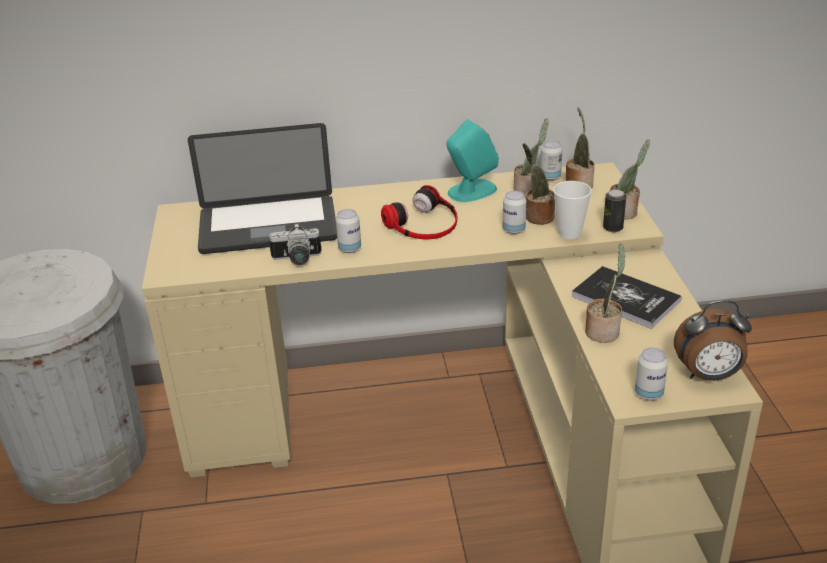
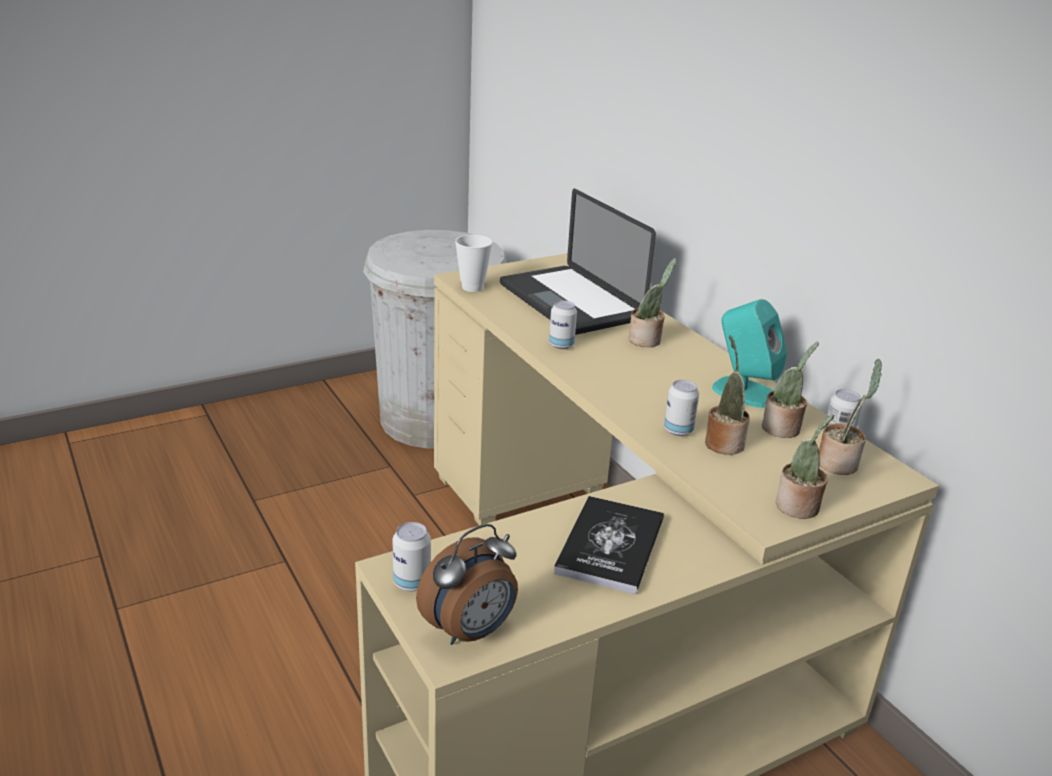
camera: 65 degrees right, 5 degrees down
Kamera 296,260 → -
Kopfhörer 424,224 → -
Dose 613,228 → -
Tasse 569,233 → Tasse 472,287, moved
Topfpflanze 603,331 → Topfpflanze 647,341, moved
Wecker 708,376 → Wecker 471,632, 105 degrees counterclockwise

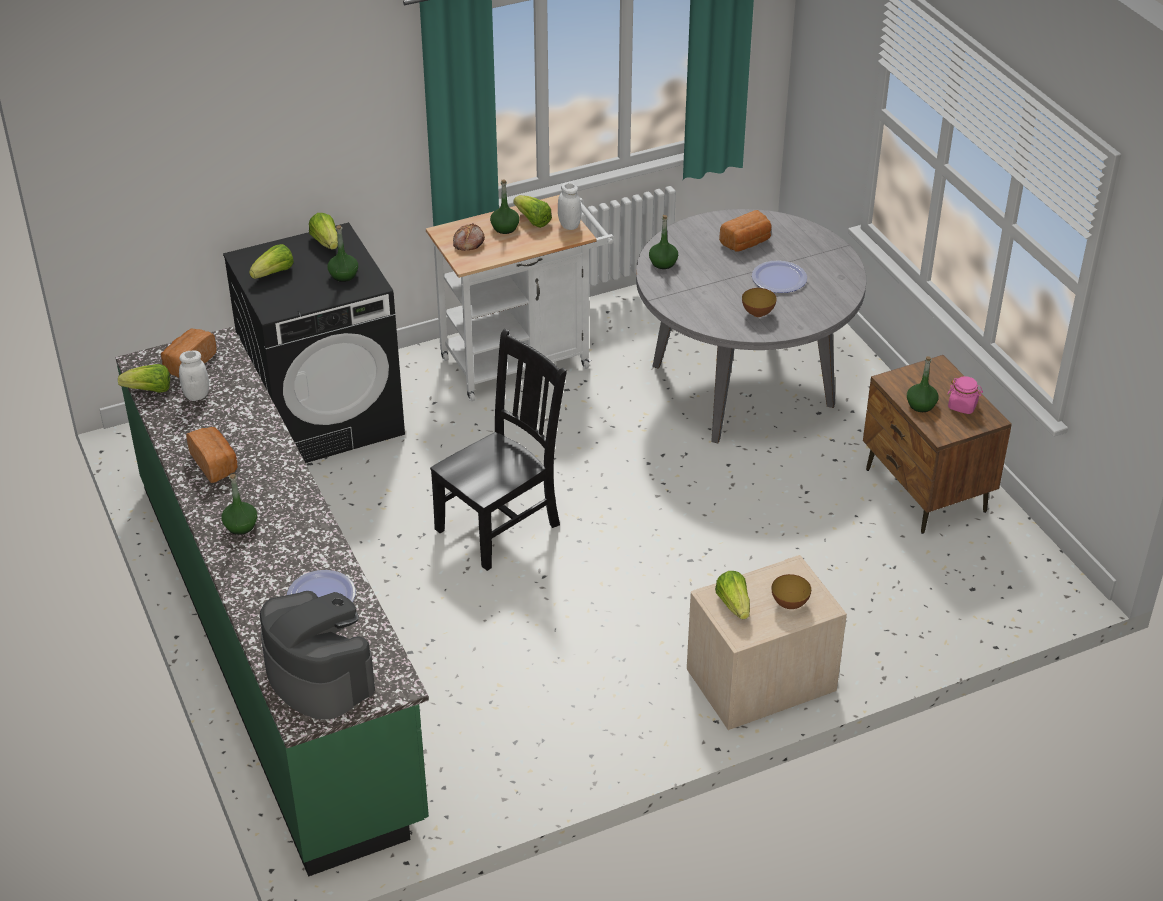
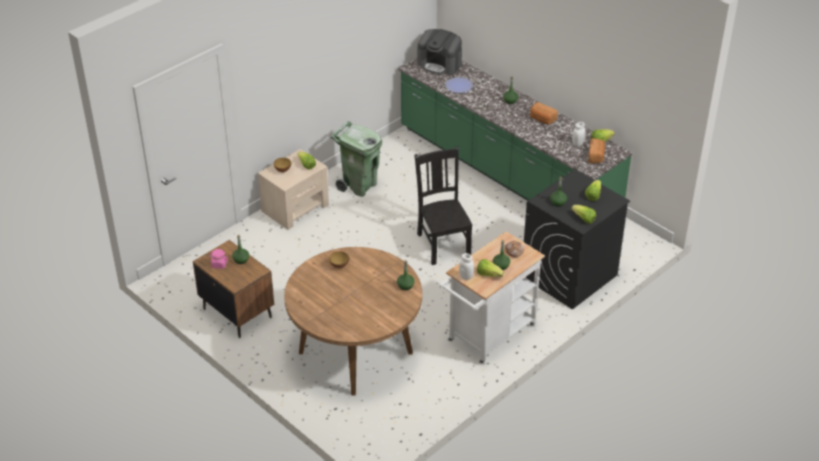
camera: 160 degrees right, 0 degrees up
Brot 746,243 → -
Teller 779,278 → -
- → Mülleimer (grün) 359,186
Esstisch (grau) 742,385 → Esstisch (braun) 355,352
Stuhl (schwarz) 501,525 → Stuhl (schwarz) 443,243, 135 degrees clockwise

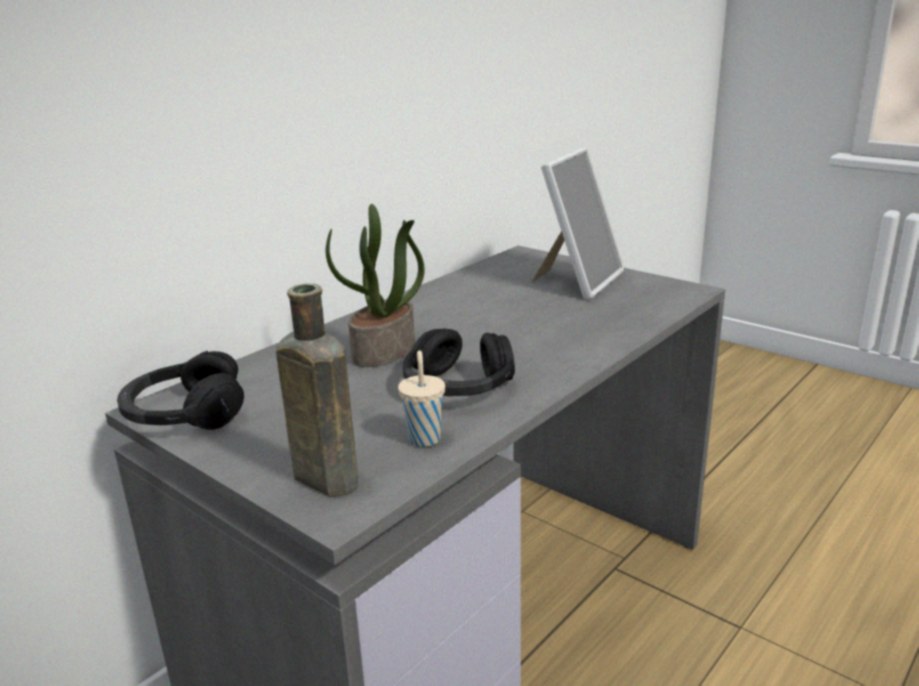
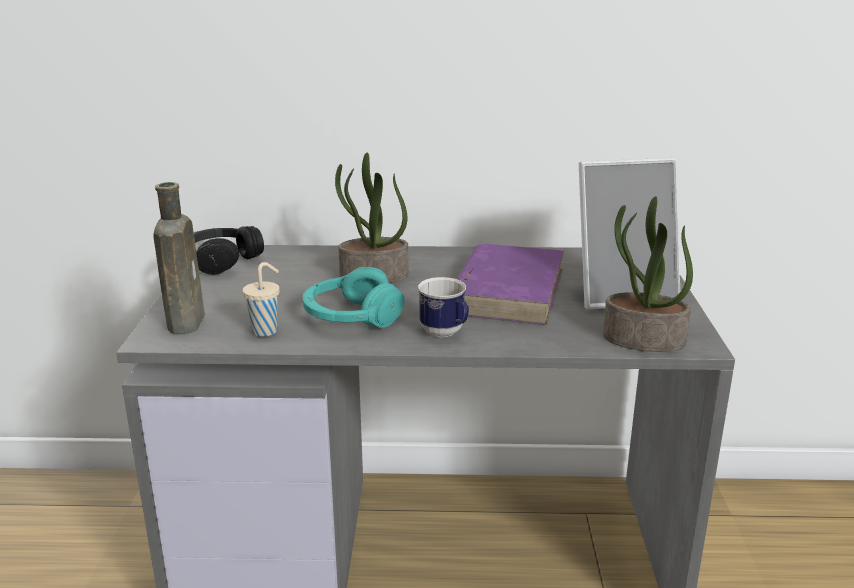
camera: 50 degrees right, 0 degrees up
- → Henkelbecher 446,333
- → Buch (lila) 507,290
- → Topfpflanze 642,340
Kopfhörer (schwarz) 458,387 → Kopfhörer (türkis) 351,316

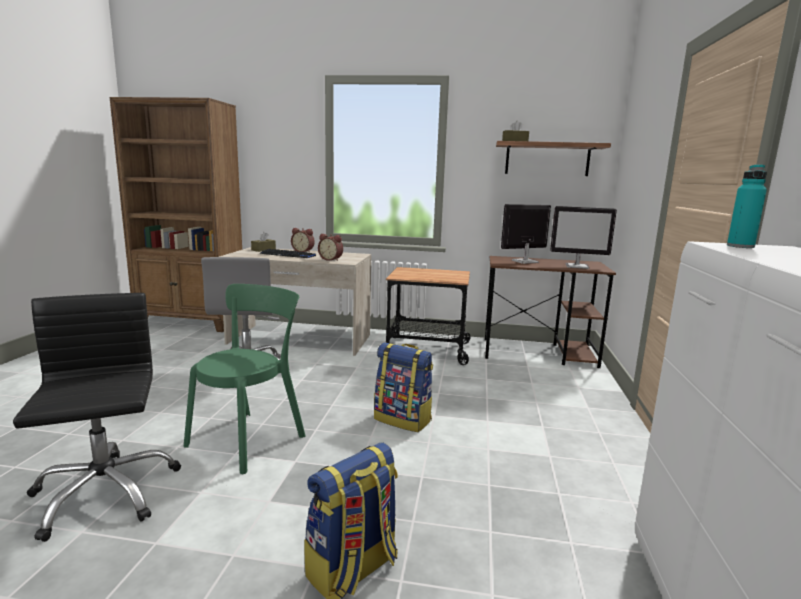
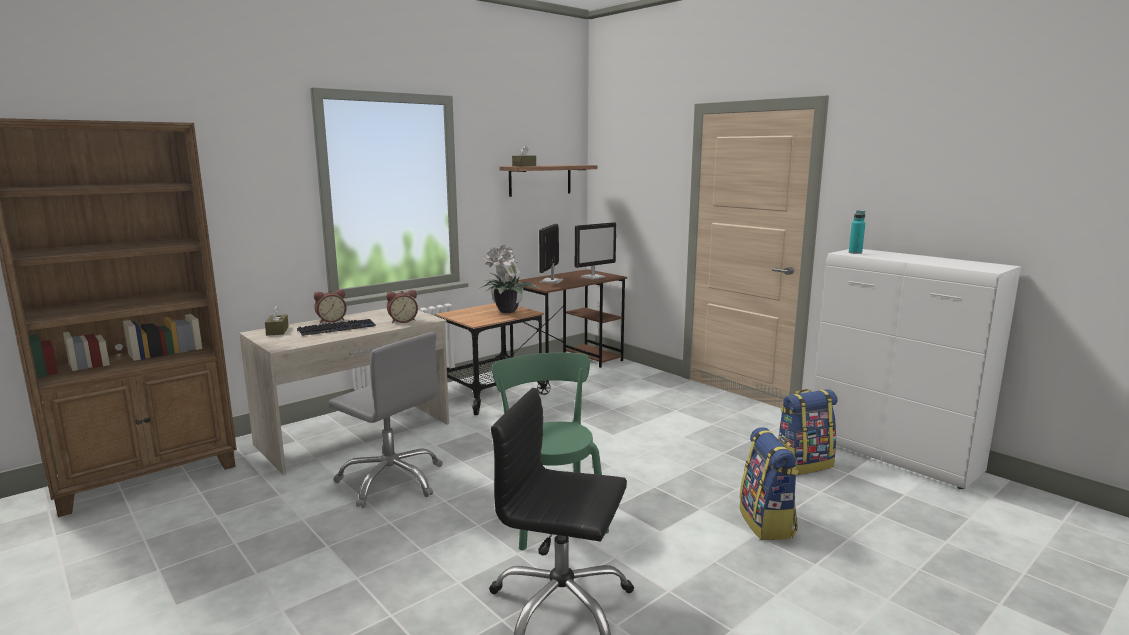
camera: 50 degrees left, 0 degrees up
- → Topfpflanze 507,312
Rucksack 403,419 → Rucksack 803,464, moved

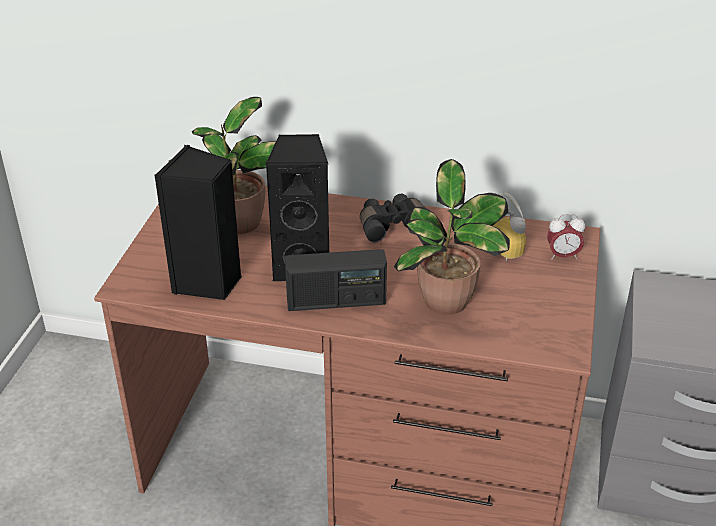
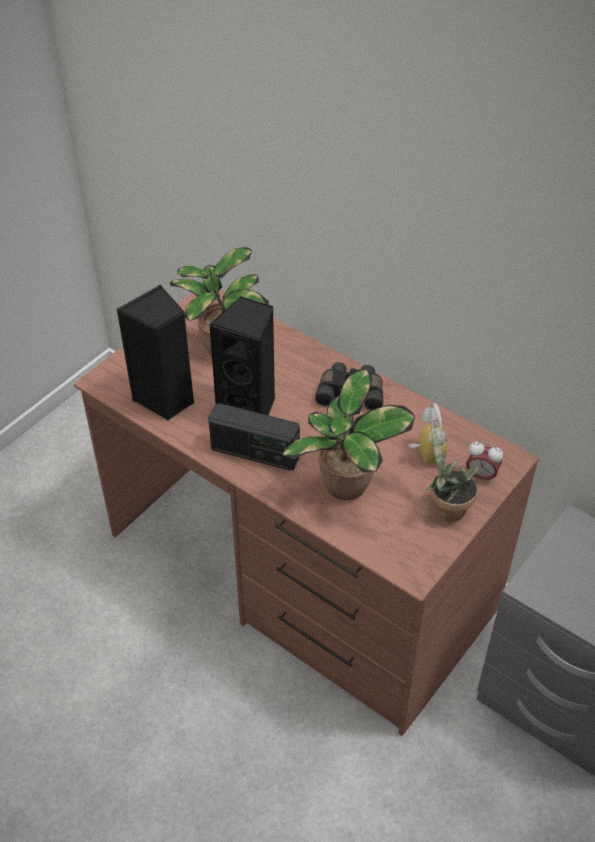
camera: 25 degrees right, 10 degrees up
- → Topfpflanze 446,508

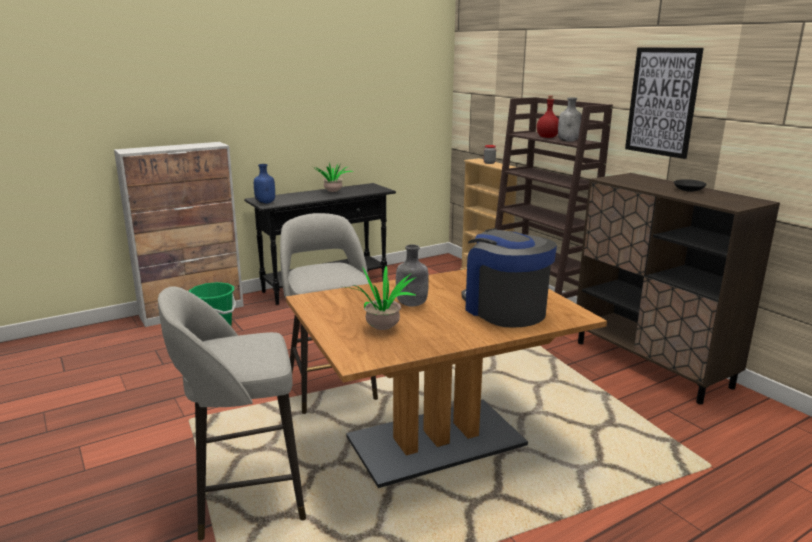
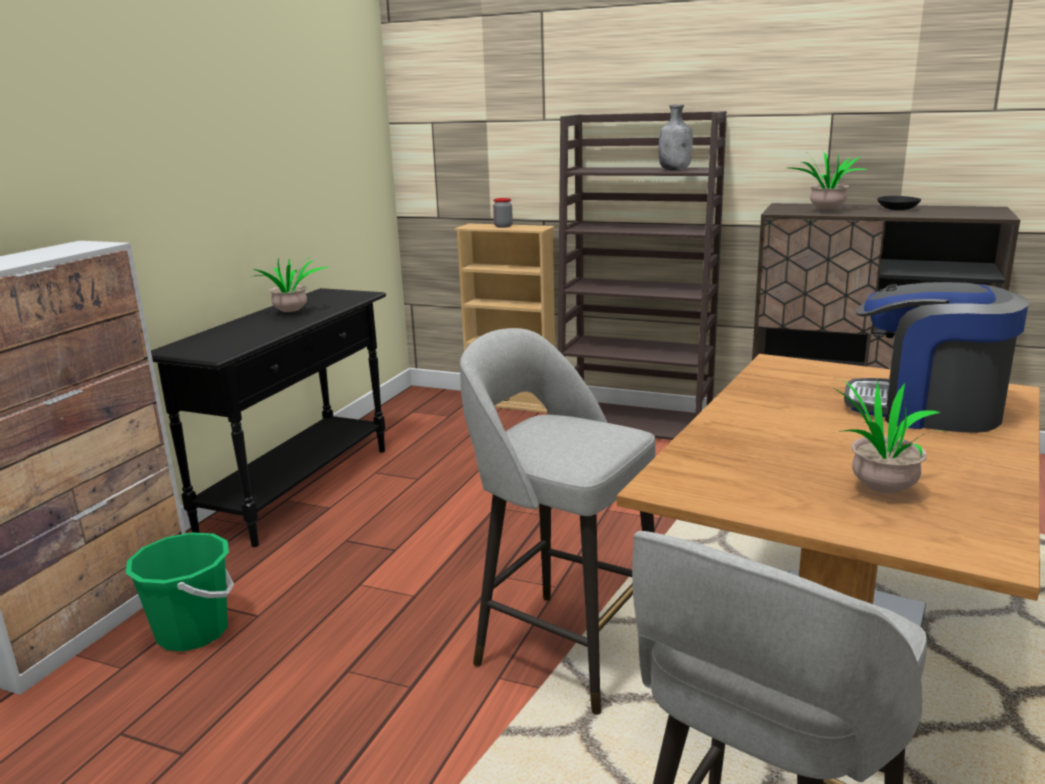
camera: 35 degrees left, 0 degrees up
Flasche (blau) 266,203 → -
Flasche (grau) 411,304 → -
Flasche (rot) 547,137 → -
Bild 662,102 → -
- → Topfpflanze 825,211

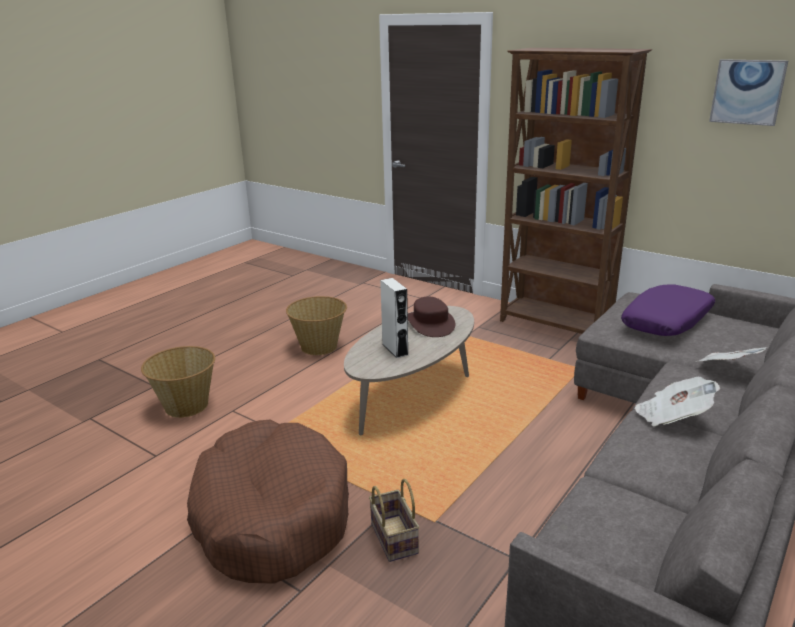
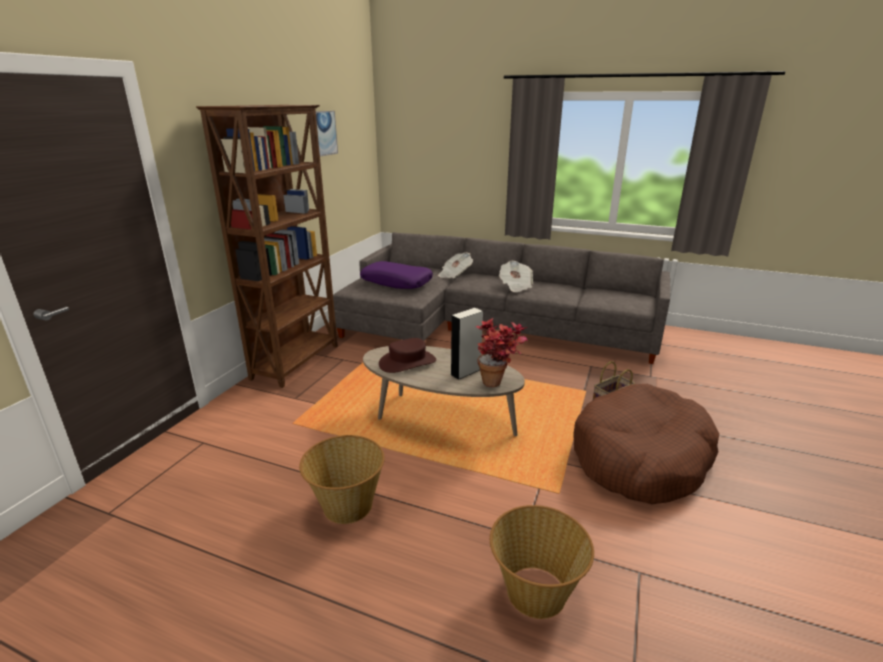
camera: 105 degrees left, 0 degrees up
- → Topfpflanze 498,383

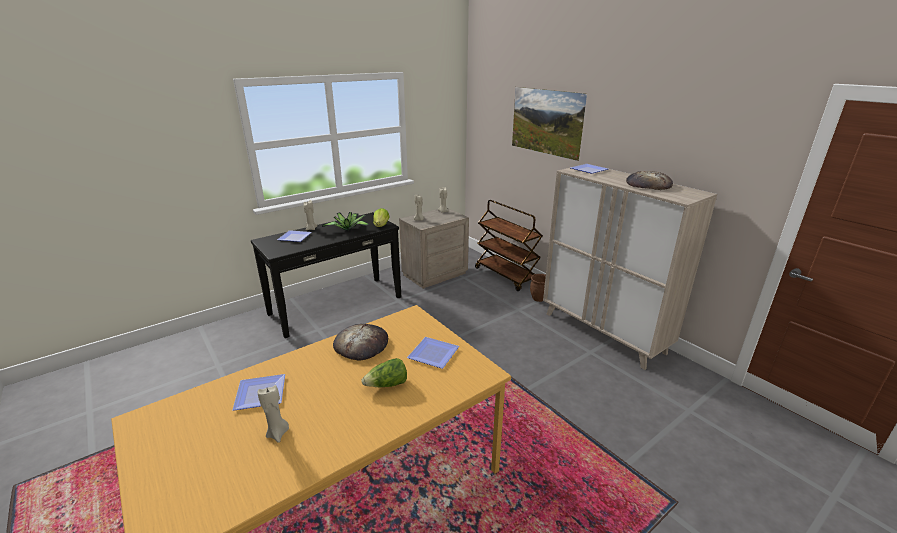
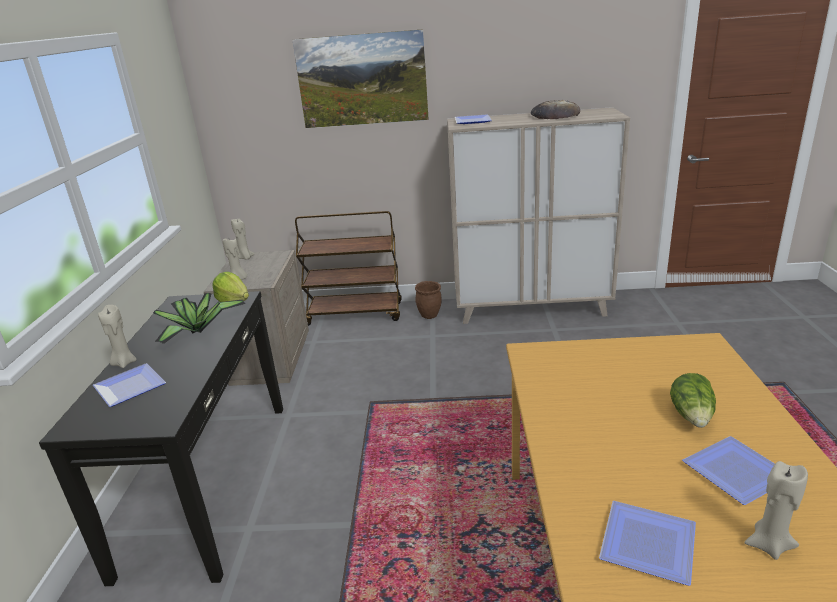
camera: 50 degrees left, 0 degrees up
Brot 361,344 → -
Teller 433,353 → Teller 732,472, moved

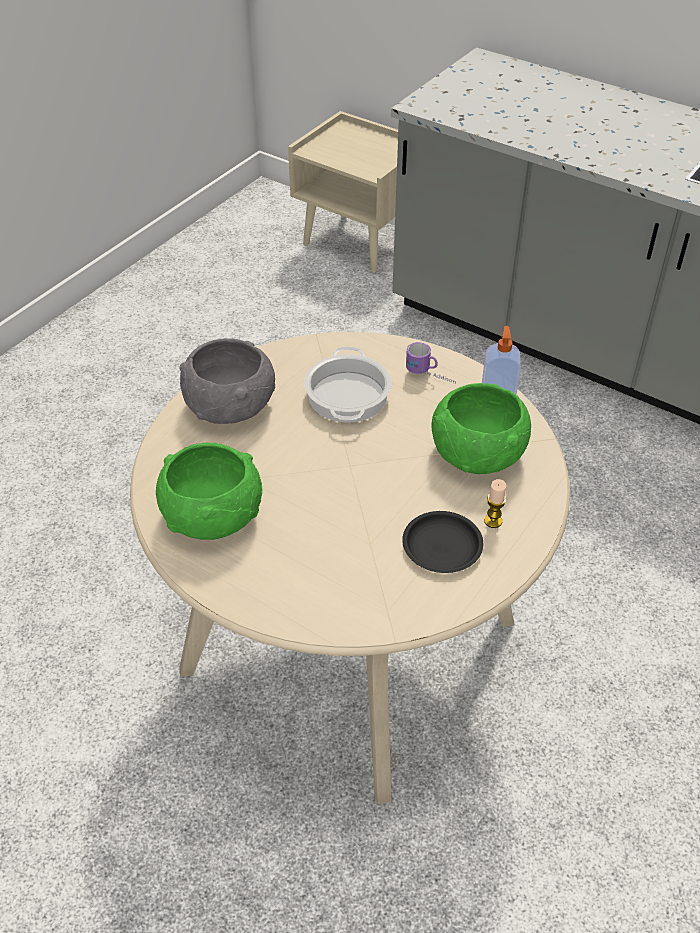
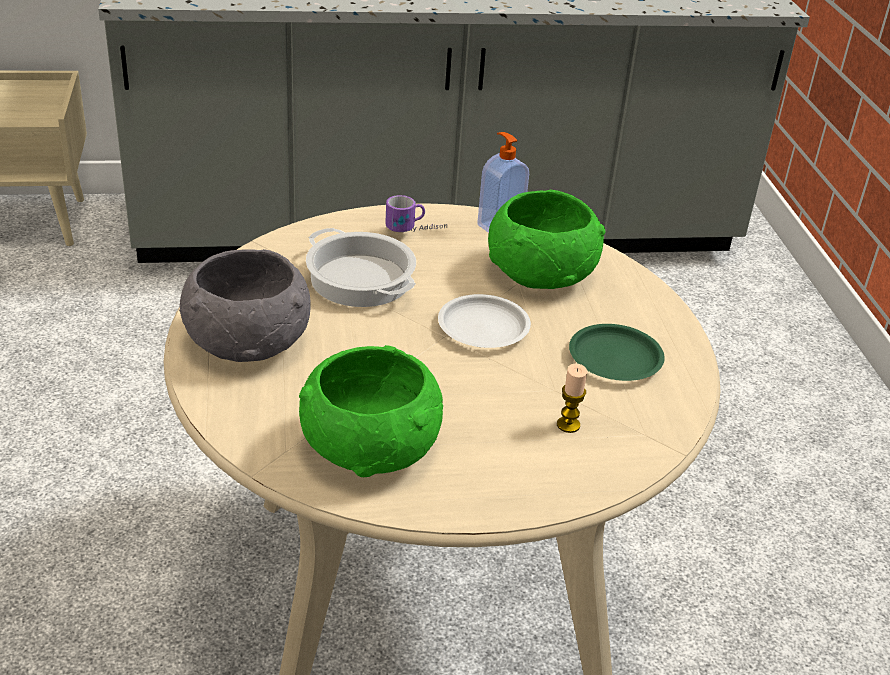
camera: 45 degrees left, 10 degrees down
- → Teller (weiß) 482,327
Kerze 493,521 → Kerze 568,425, moved
Teller (schwarz) 441,546 → Teller (grün) 614,359

